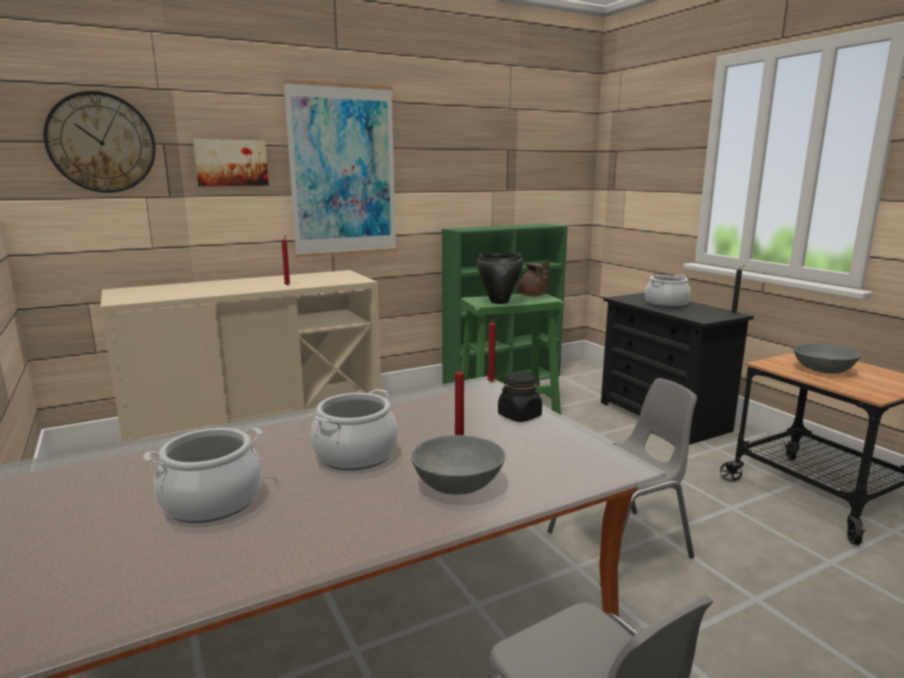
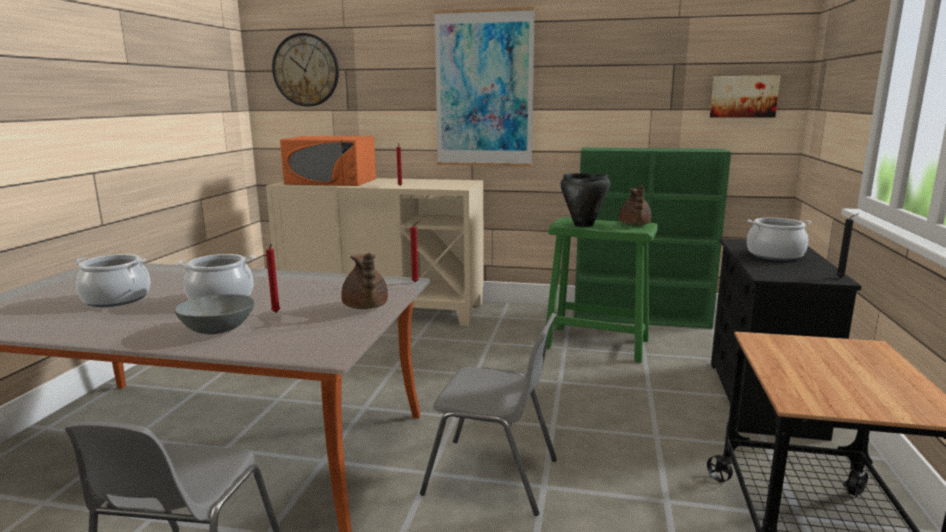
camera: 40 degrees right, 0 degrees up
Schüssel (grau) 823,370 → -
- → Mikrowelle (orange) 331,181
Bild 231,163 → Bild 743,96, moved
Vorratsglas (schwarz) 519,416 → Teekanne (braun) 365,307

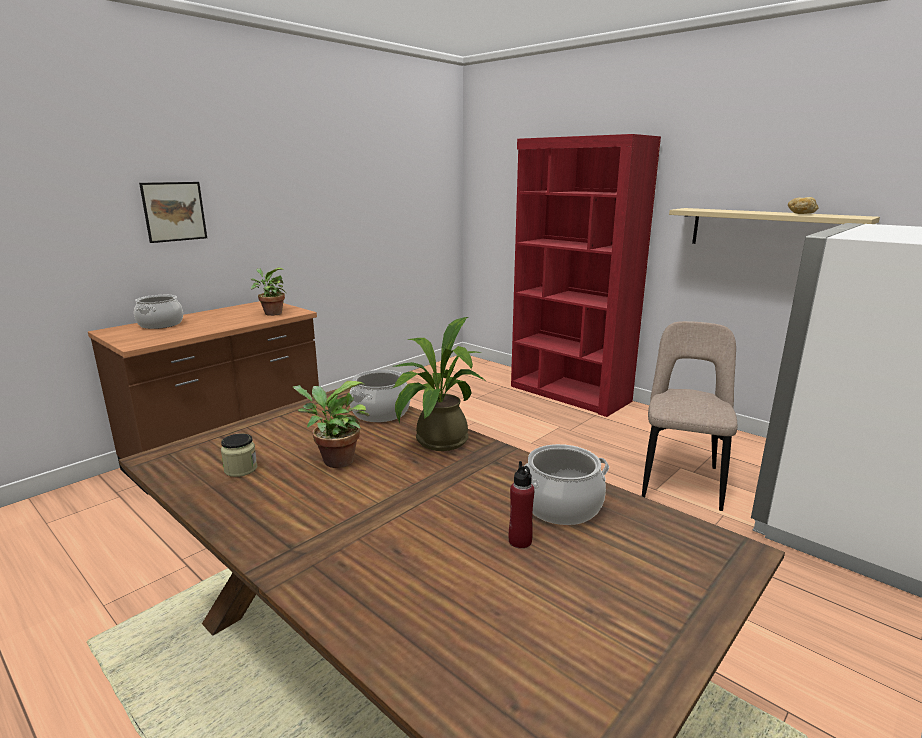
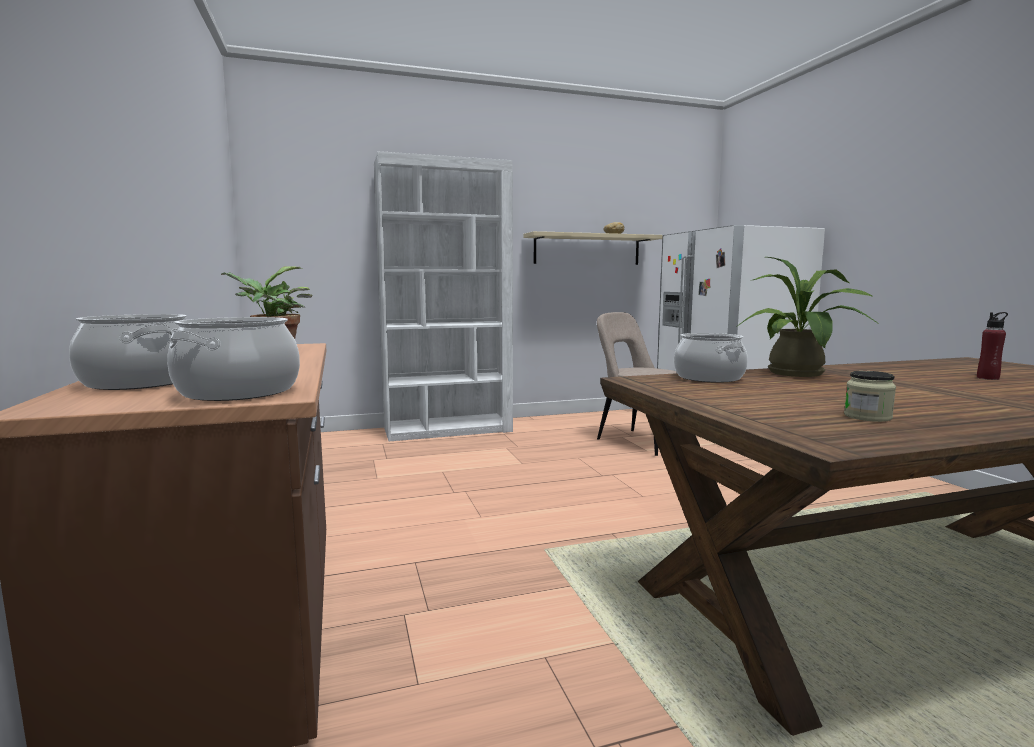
camera: 60 degrees left, 10 degrees down
Bild 174,211 → -
Topfpflanze 334,461 → -
Kochtopf 561,506 → Kochtopf 239,392, moved
Bücherregal (rot) 569,394 → Bücherregal (weiß) 448,429

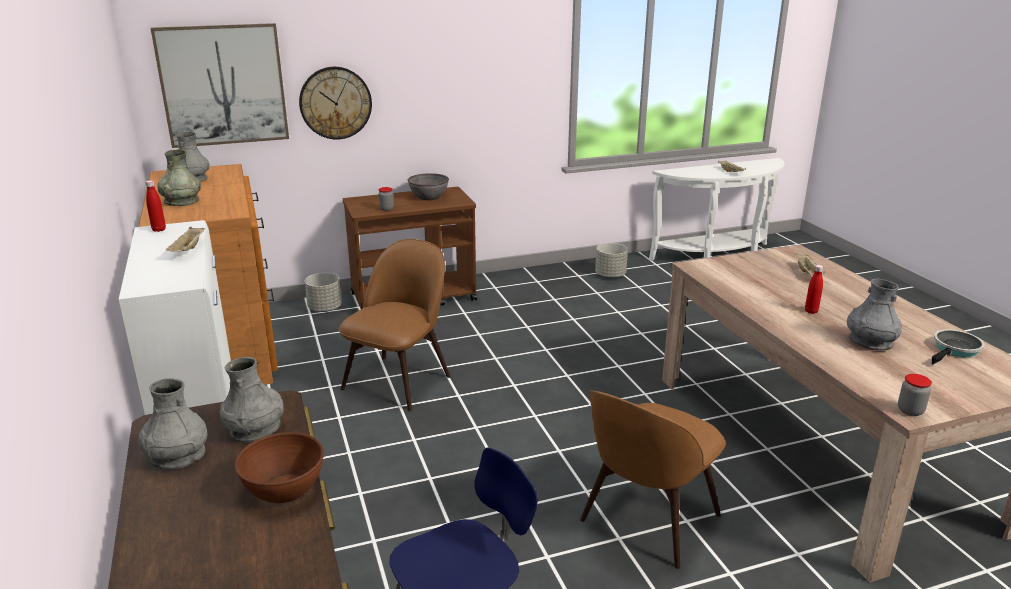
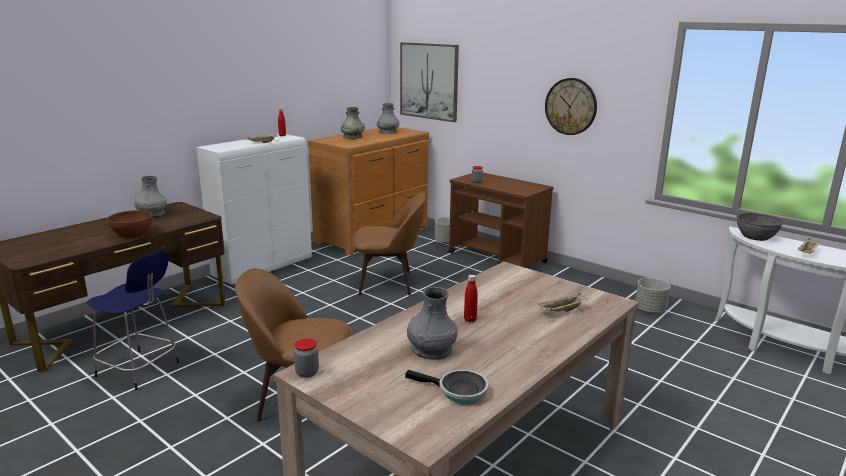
camera: 60 degrees right, 5 degrees down
Vase (grau) 255,429 → -
Wanduhr 335,103 → Wanduhr 571,106, moved
Schüssel (grau) 429,197 → Schüssel (grau) 756,237, moved

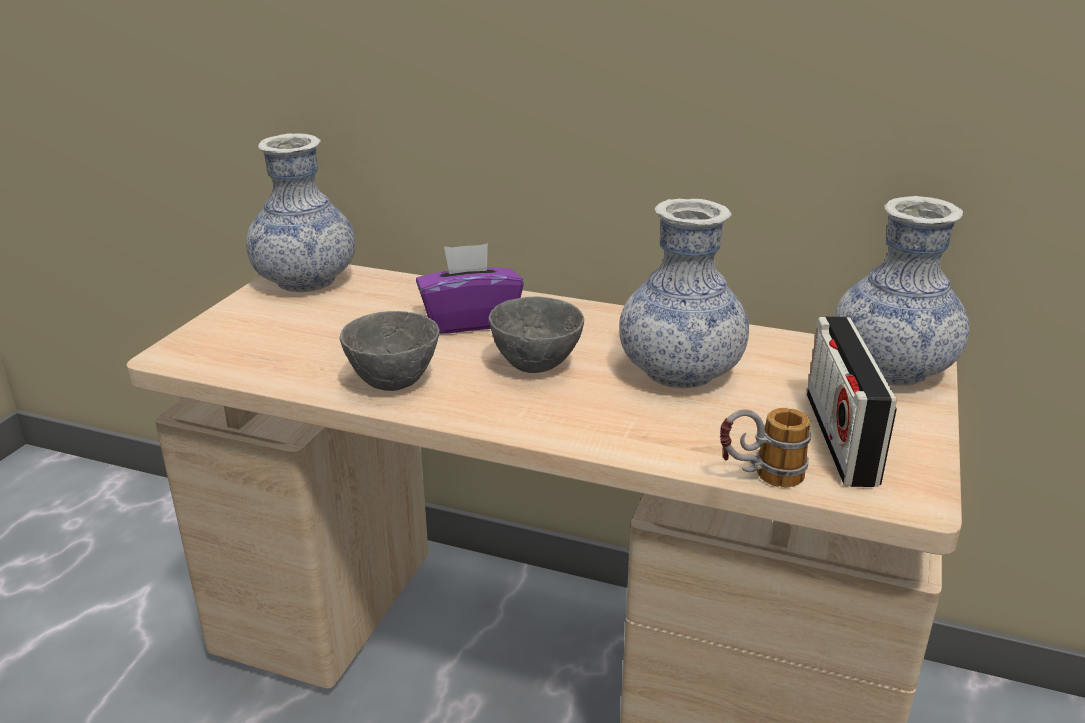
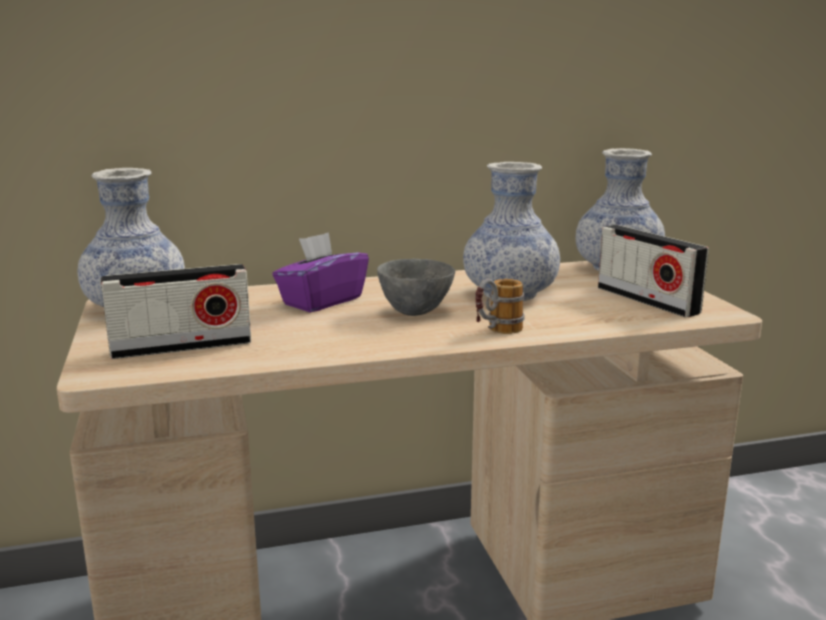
camera: 35 degrees left, 10 degrees down
Schüssel (grau) 392,382 → -
- → Radio 182,347
Henkelbecher 759,477 → Henkelbecher 496,332, moved

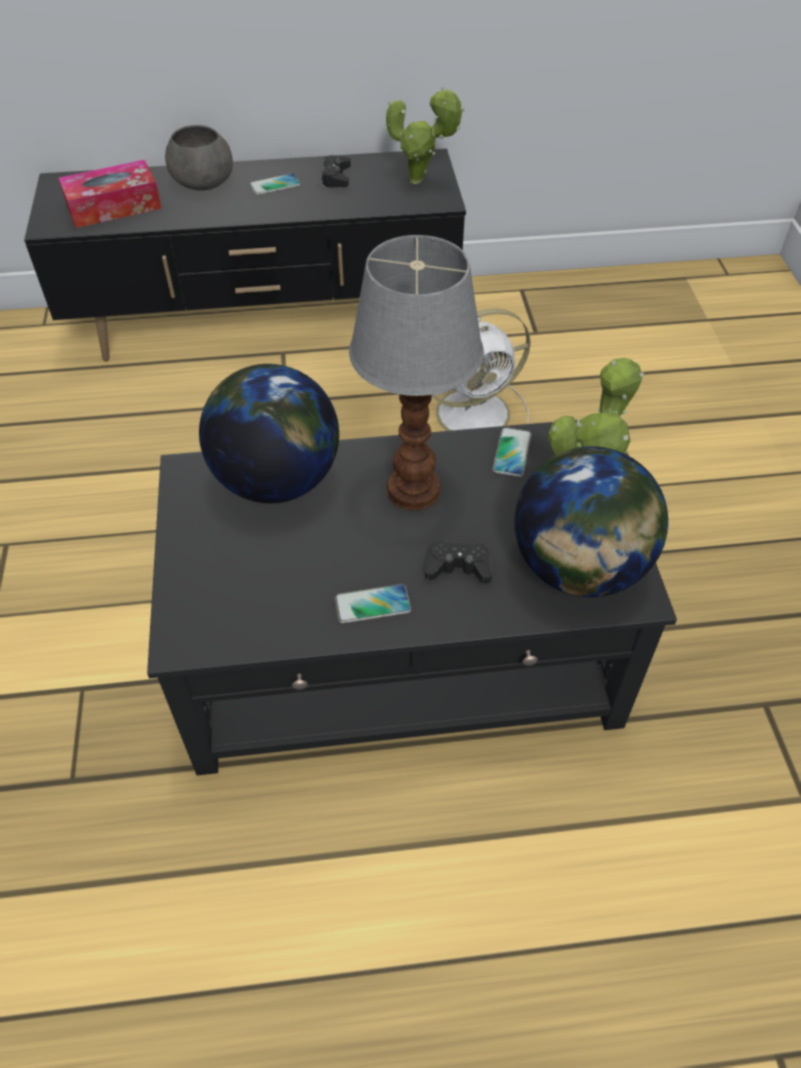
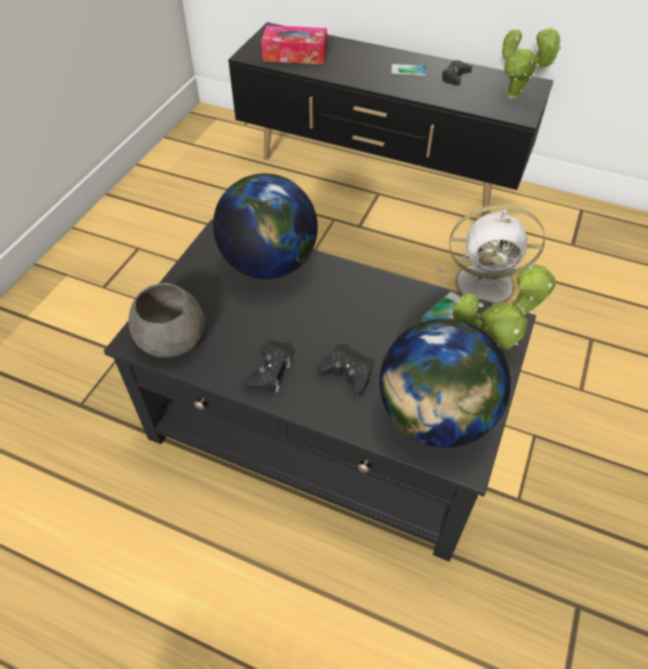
camera: 30 degrees right, 0 degrees up
Tischlampe 415,491 → -
Schüssel (grau) 204,182 → Schüssel (grau) 172,339, moved
Handy 372,604 → Gamepad (schwarz) 269,373

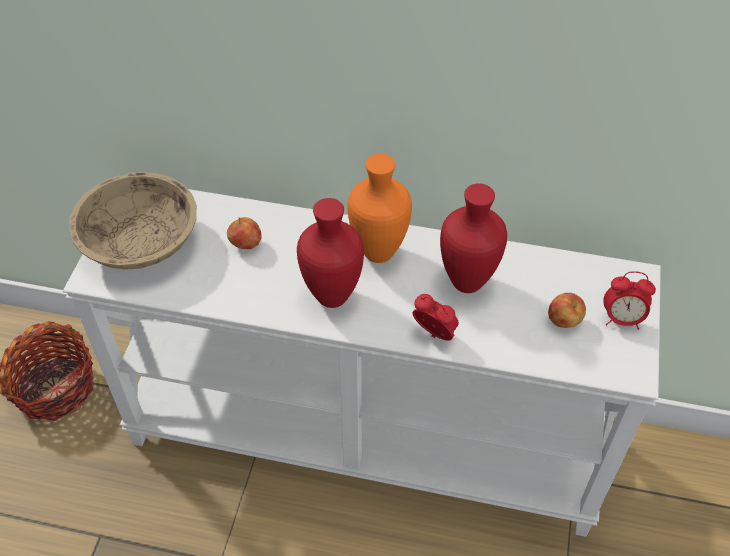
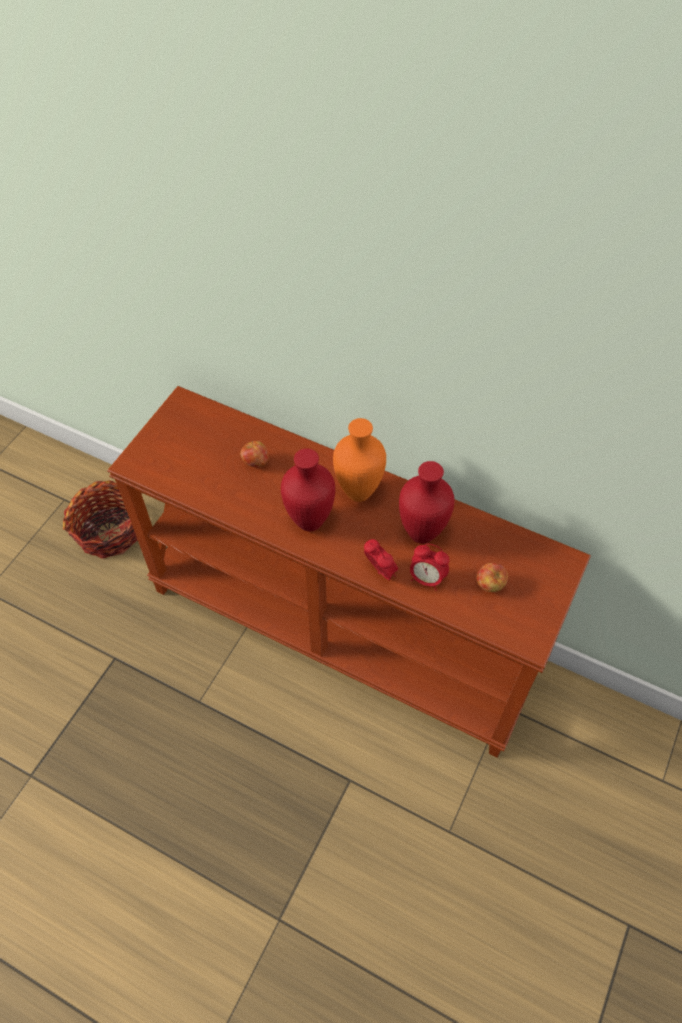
camera: 15 degrees right, 5 degrees up
Schüssel (beige) 141,242 → -
Wecker 622,319 → Wecker 426,579, moved
Konsolentisch (weiß) 367,432 → Konsolentisch (braun) 343,626

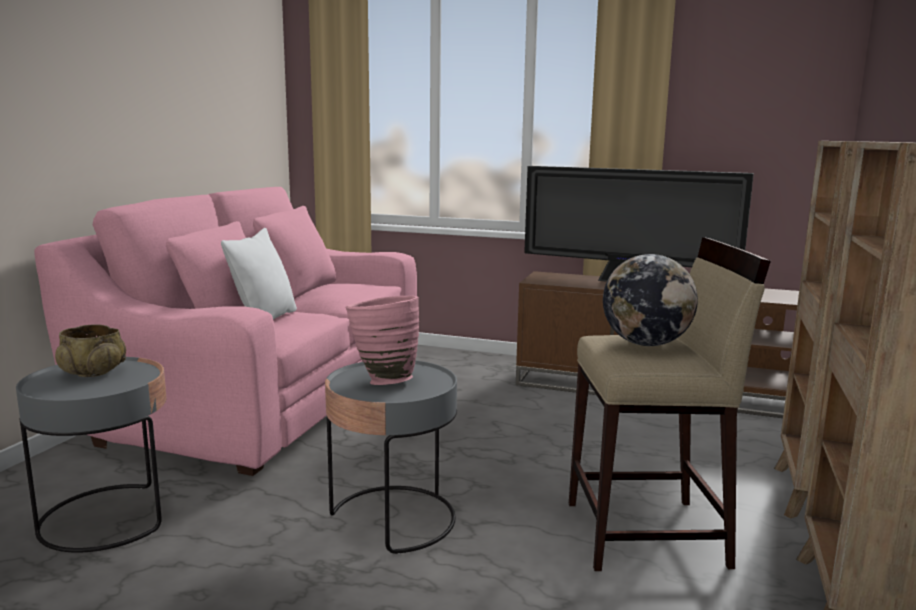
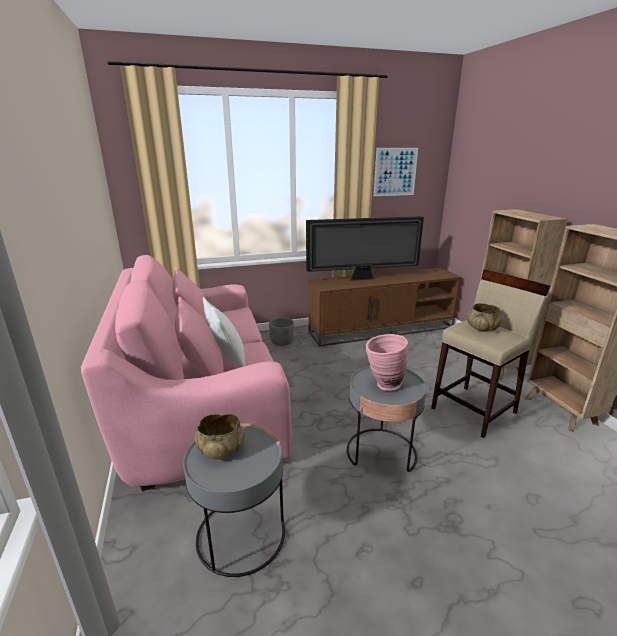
camera: 35 degrees left, 10 degrees up
- → Pflanzkübel (grau) 282,342
- → Bild 395,172
Globus 645,344 → Schüssel (beige) 482,328

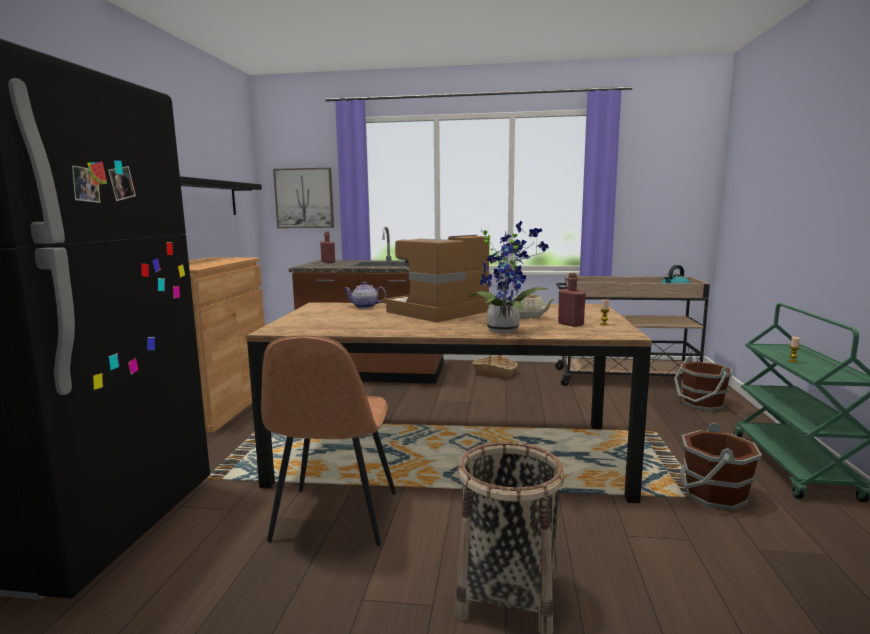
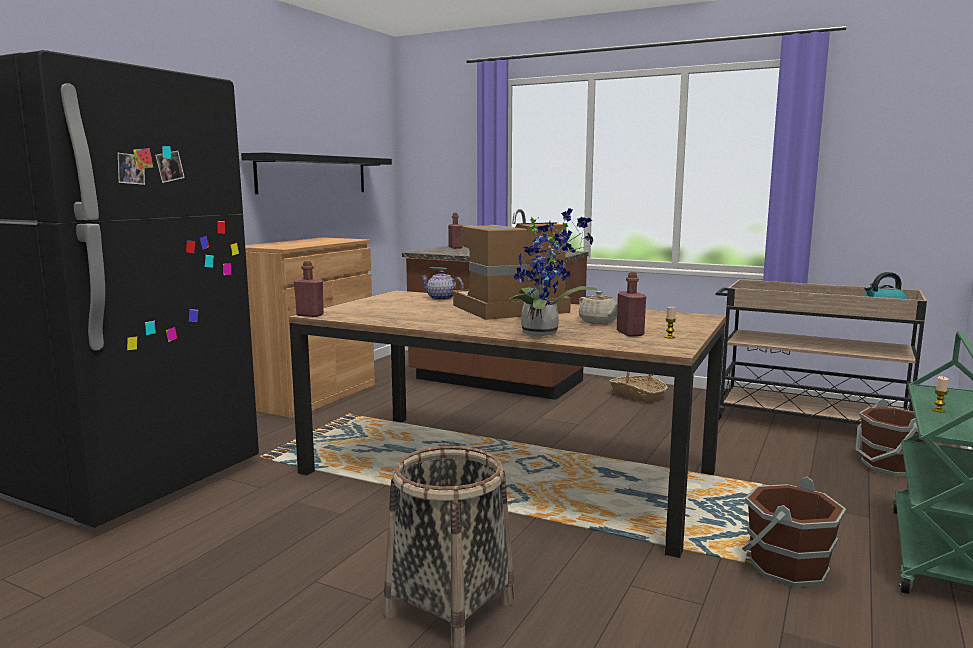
camera: 20 degrees right, 0 degrees up
Stuhl (braun) 334,518 → -
Bild 304,198 → -
- → Flasche (rot) 310,315

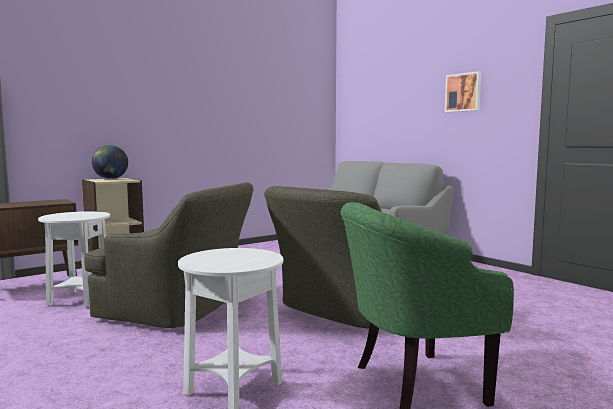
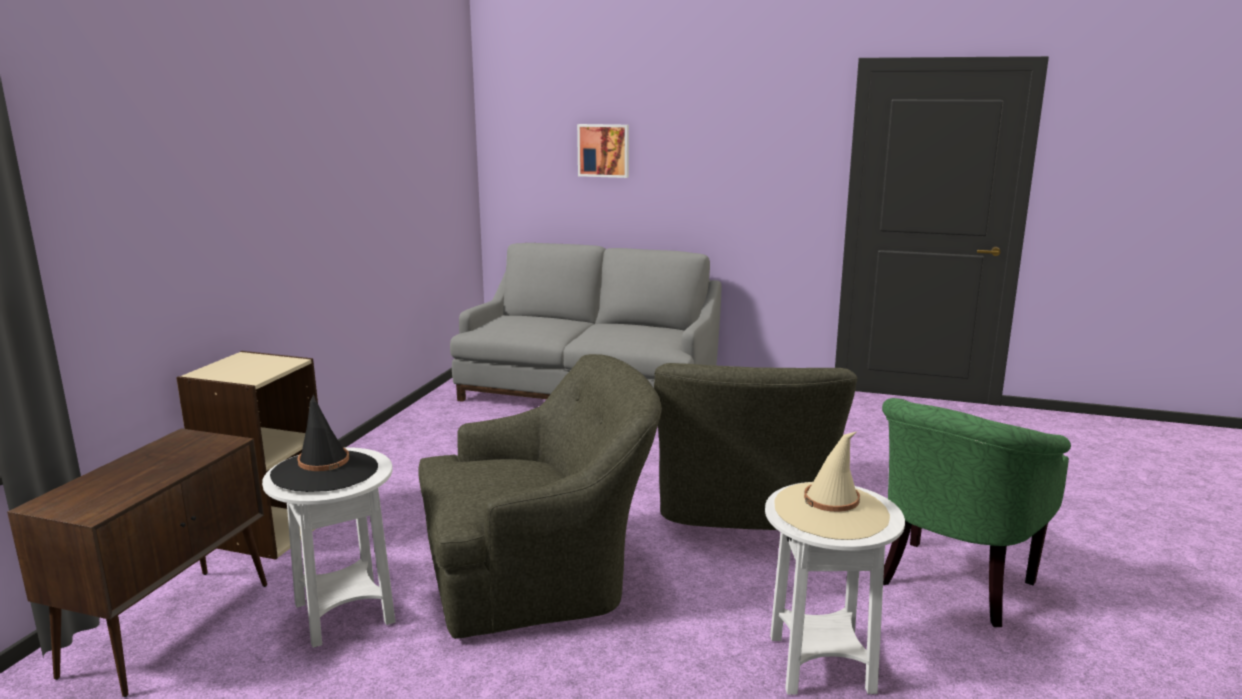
camera: 35 degrees left, 10 degrees up
Globus 110,179 → -
- → Hut (schwarz) 325,472
- → Hut (beige) 831,511
Bild 463,92 → Bild 604,150, moved

